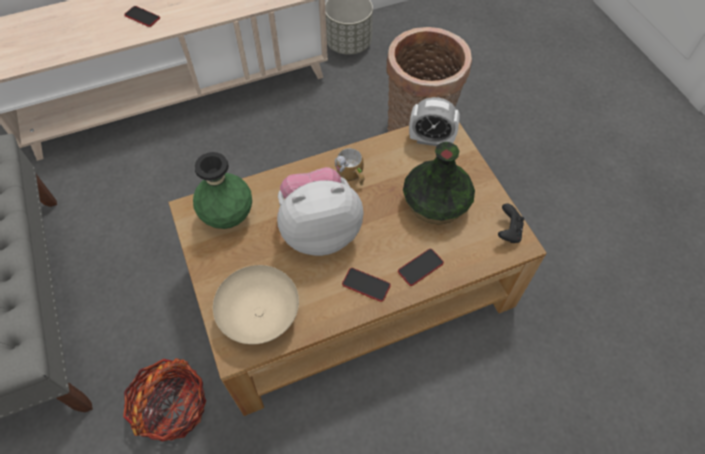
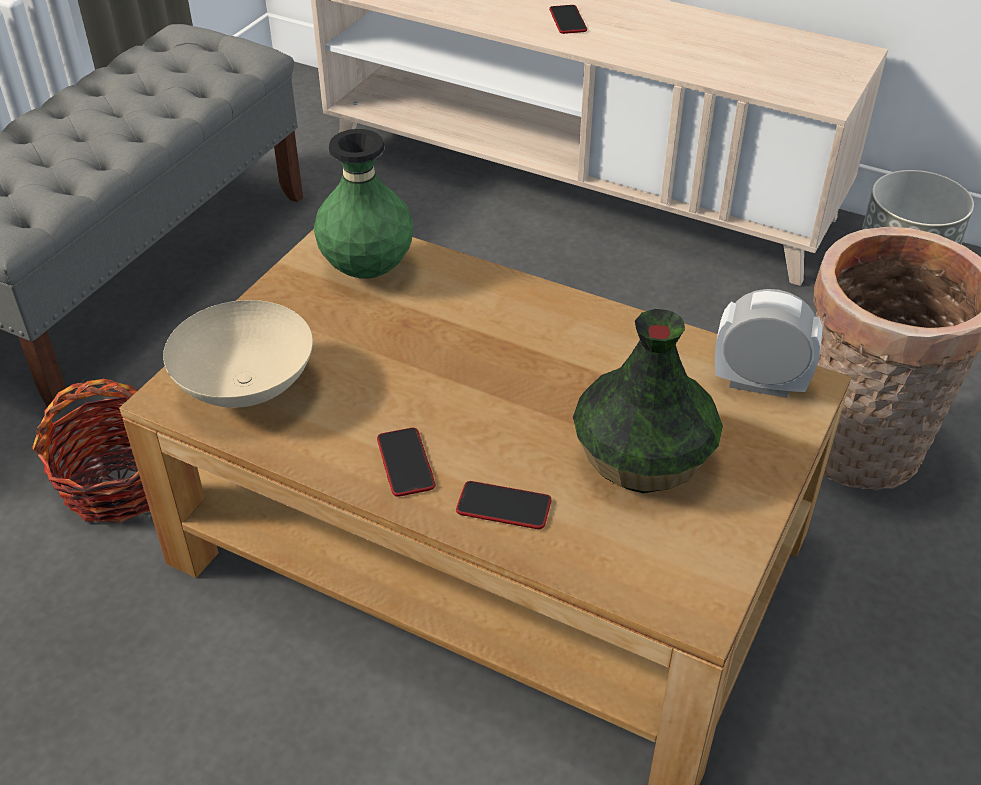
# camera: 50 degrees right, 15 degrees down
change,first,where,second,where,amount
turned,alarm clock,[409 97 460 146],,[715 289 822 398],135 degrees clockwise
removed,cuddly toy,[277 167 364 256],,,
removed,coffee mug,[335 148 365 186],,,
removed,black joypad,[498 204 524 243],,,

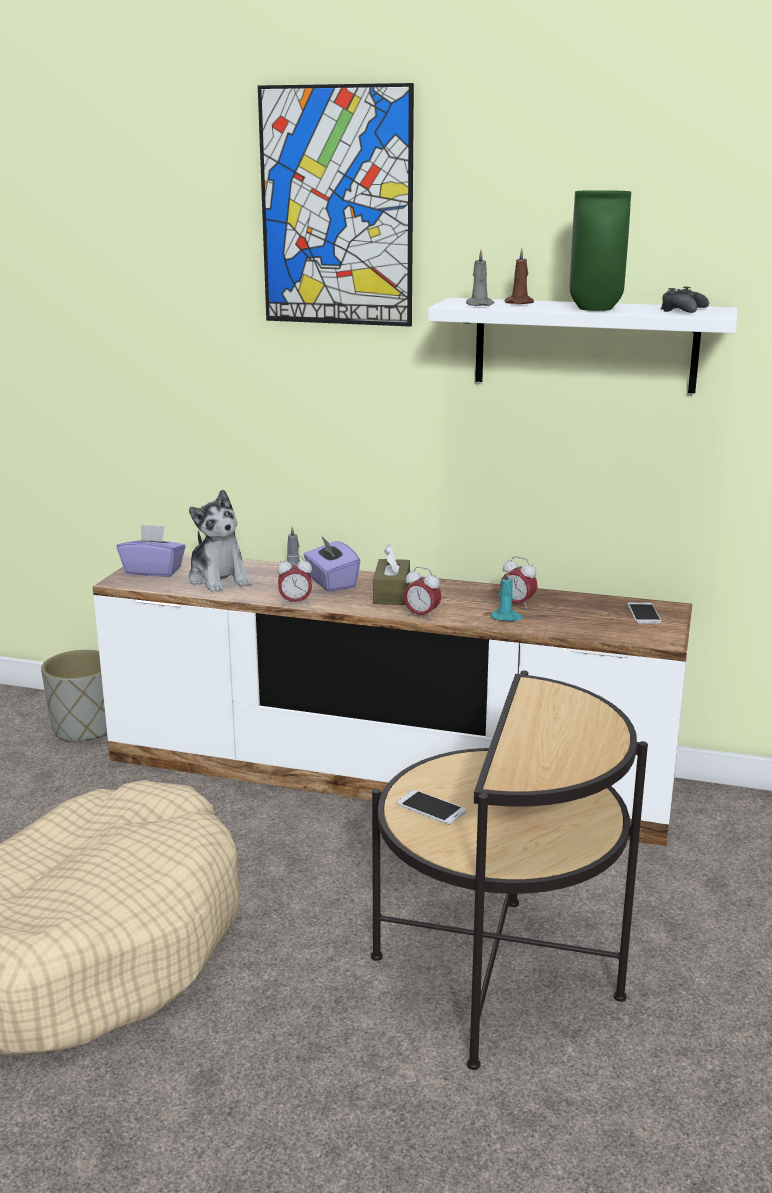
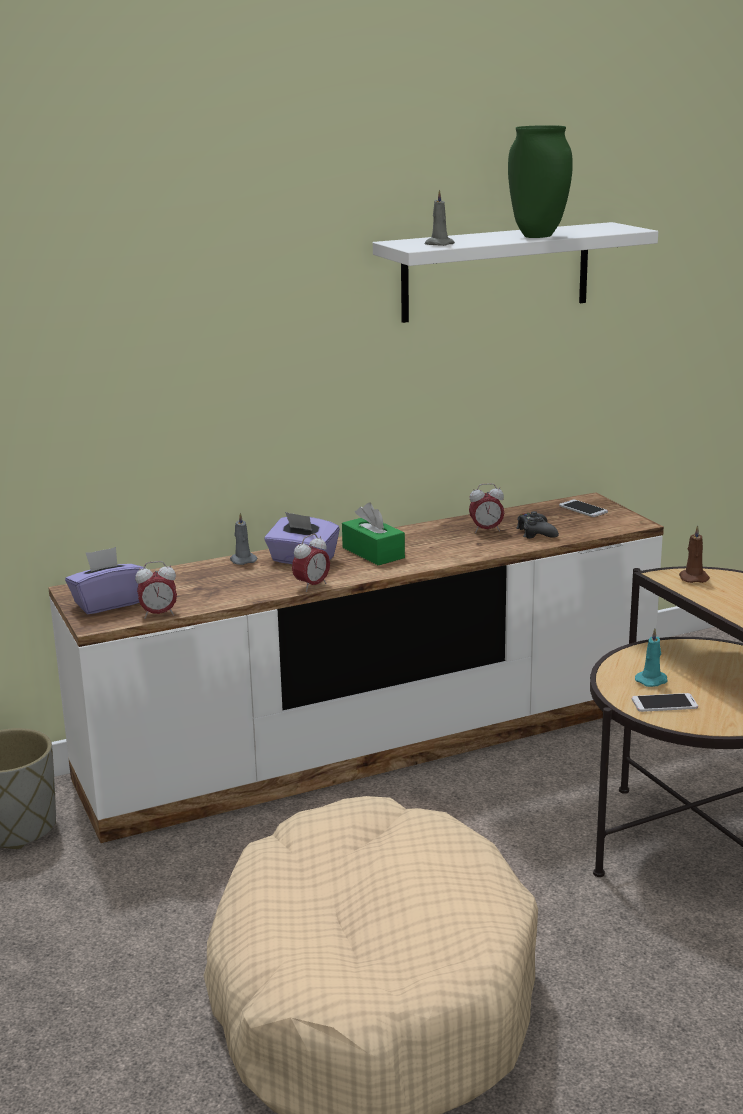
# camera: 40 degrees left, 0 degrees up
change,first,where,second,where,amount
moved,alarm clock,[403 567 441 620],,[135 561 177 619],
recoloured,brown-coloured box of tissues,[373 545 410 605],green box of tissues,[342 503 405 565],
moved,black joypad,[660 287 709 313],,[517 511 559 539],
moved,turquoise-coloured wax candle,[491 569 523 621],,[635 628 667 687],
moved,brown-coloured wax candle,[505 249 534 304],,[679 525 710 583],
removed,cuddly toy,[188 490 252 593],,,
removed,wall art,[258 83 414 327],,,

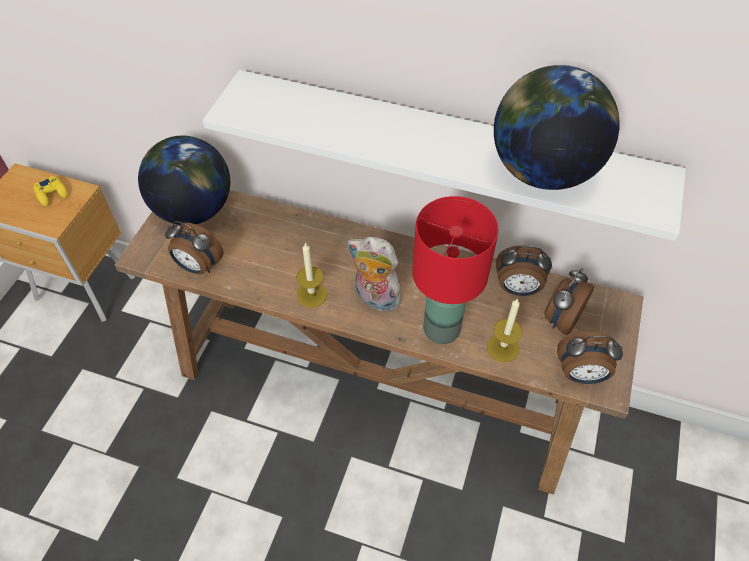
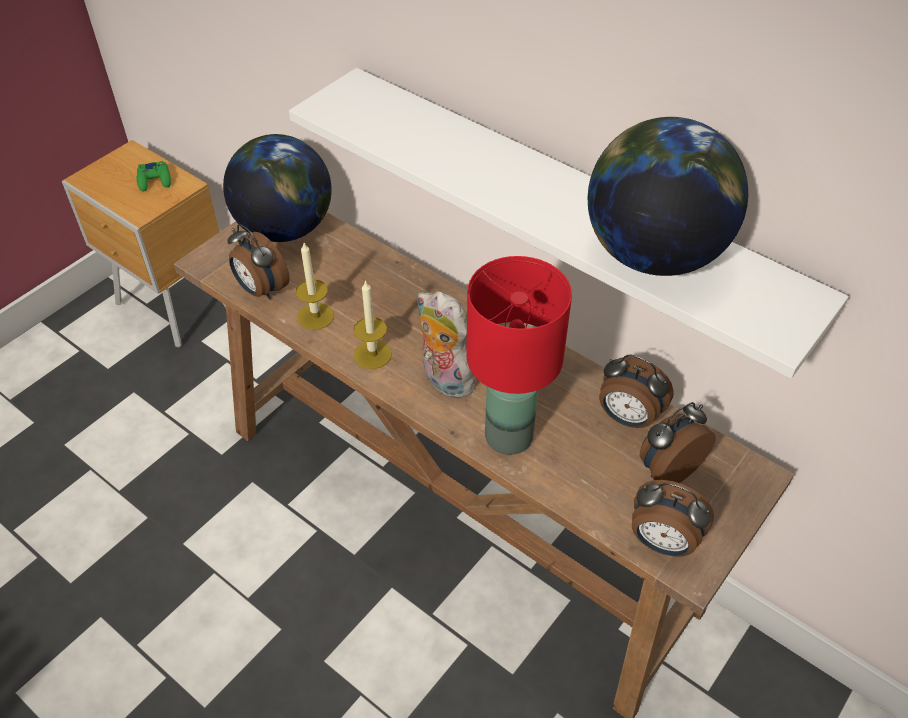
# camera: 20 degrees right, 5 degrees down
change,first,where,second,where,amount
recoloured,yellowish joypad,[33 176 68 206],green joypad,[136 161 171 191],
moved,wax candle,[487 298 522 362],,[296 243 334 330],

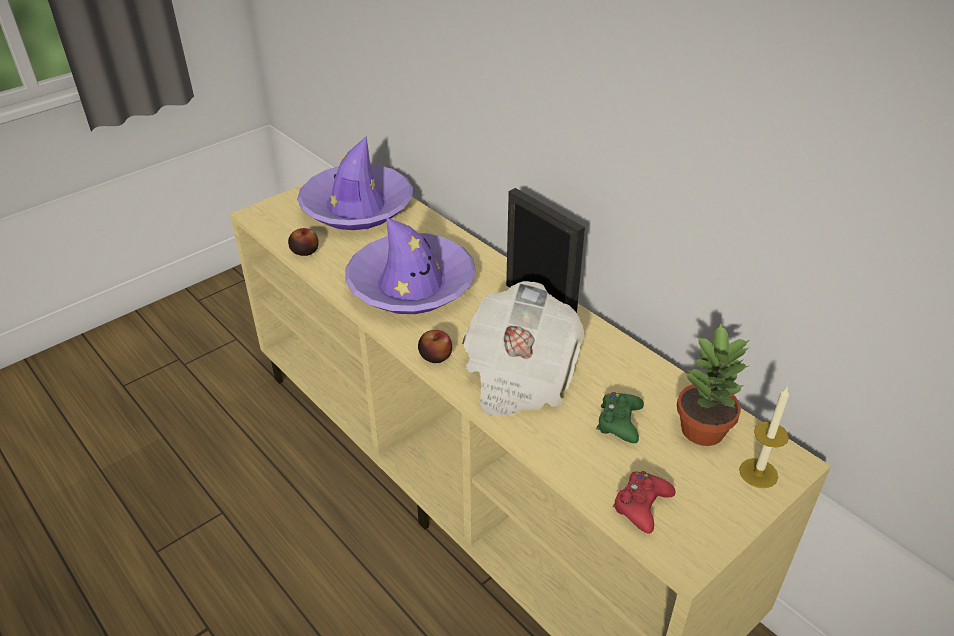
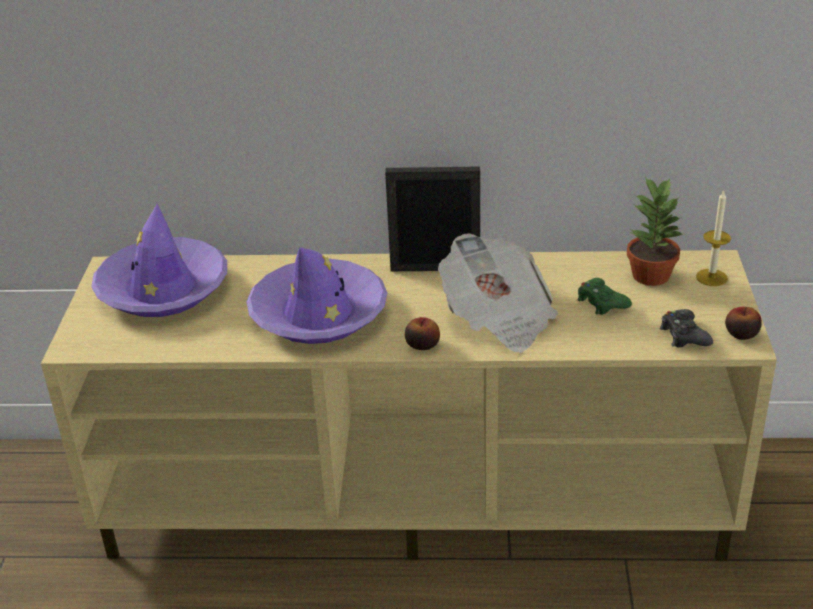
# camera: 45 degrees left, 5 degrees down
change,first,where,second,where,amount
recoloured,reddish joypad,[613 471 675 534],black joypad,[660 309 713 348],
moved,apple fruit,[288 228 319 256],,[725 306 762 340],

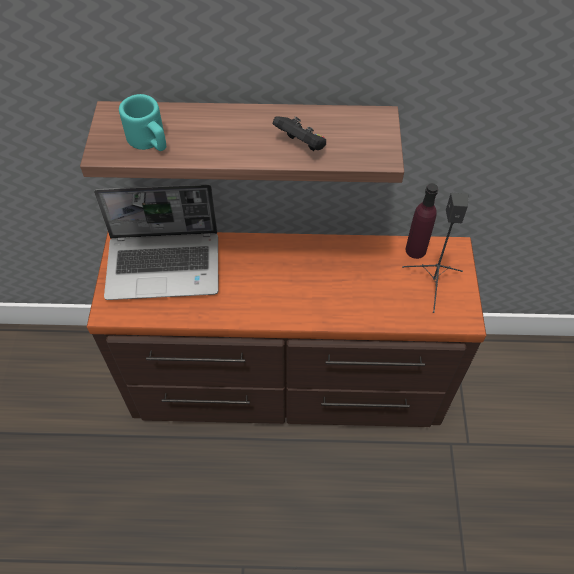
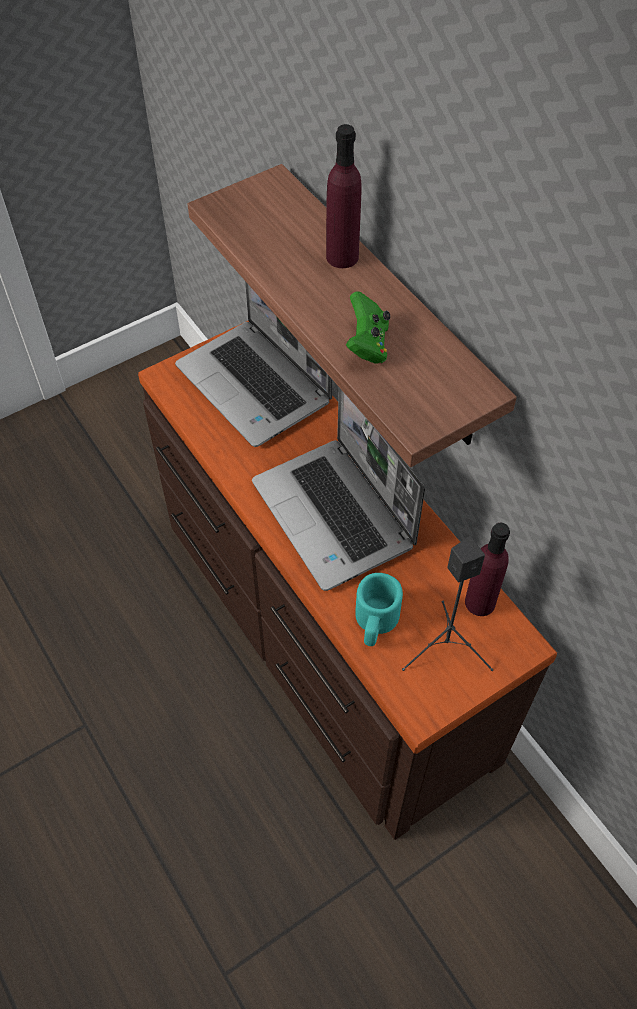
# camera: 55 degrees right, 0 degrees up
change,first,where,second,where,amount
added,,,notebook computer,[252 388 425 591],
added,,,purple-coloured bottle,[326 124 362 268],
recoloured,black joypad,[273 116 326 151],green joypad,[346 292 390 364],
moved,turquoise-coloured coffee mug,[119 94 166 151],,[355 573 403 646],

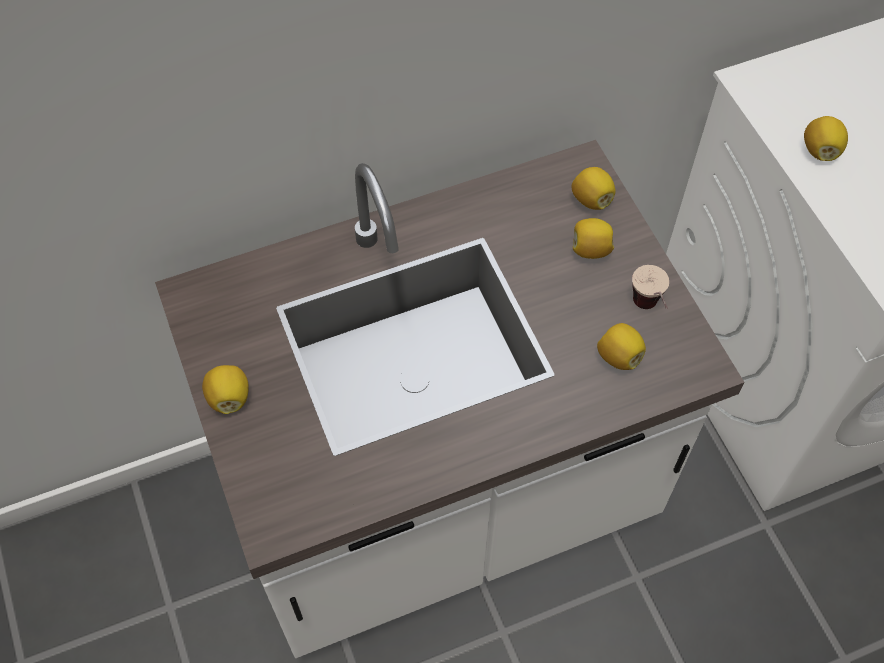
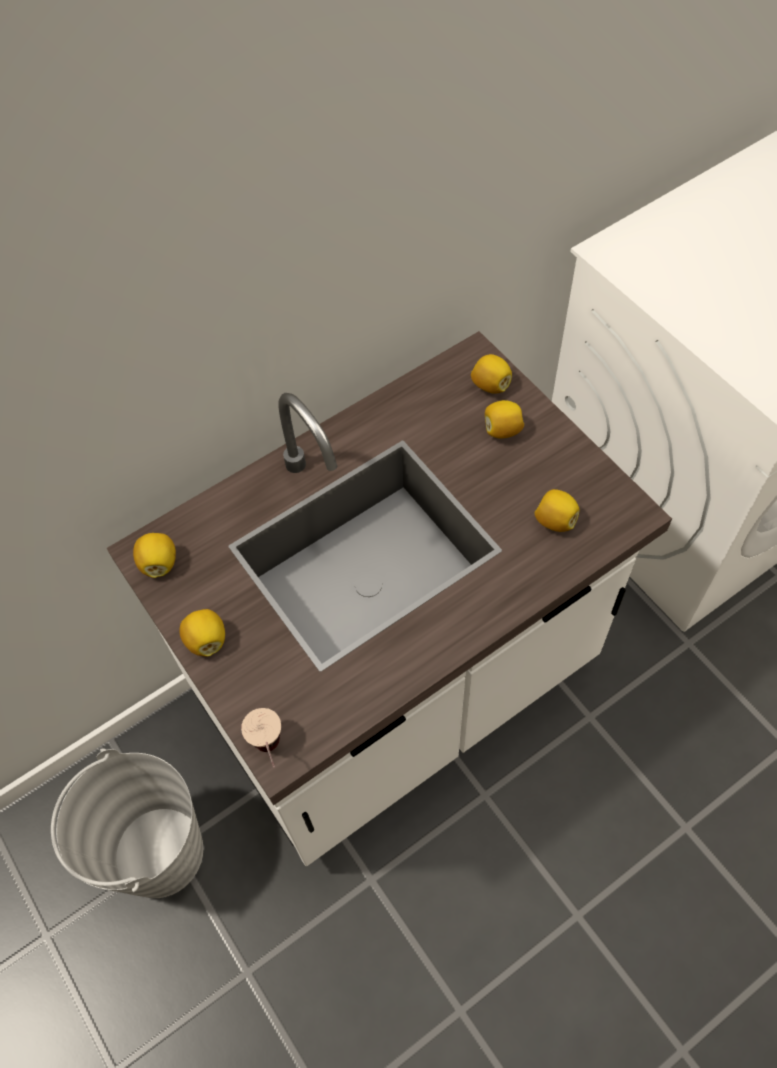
# camera: 10 degrees left, 0 degrees up
change,first,where,second,where,amount
added,,,gray bucket,[51 748 203 898],
moved,whole lemon,[804 116 848 161],,[133 533 176 578],
moved,cup,[632 265 669 309],,[241 708 281 768],

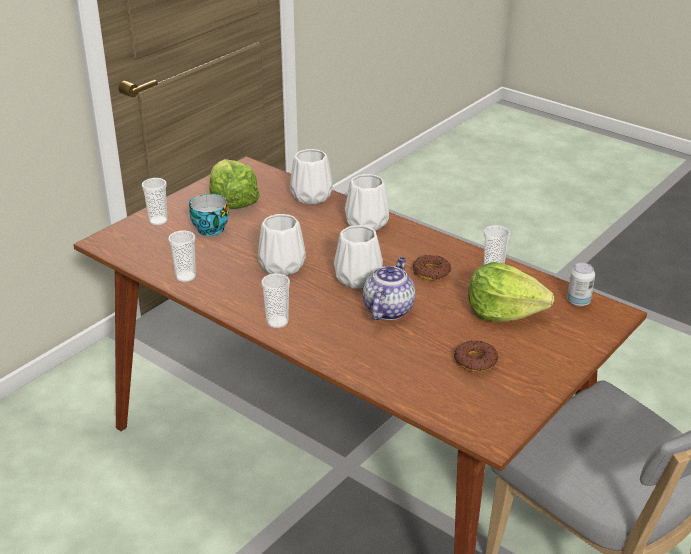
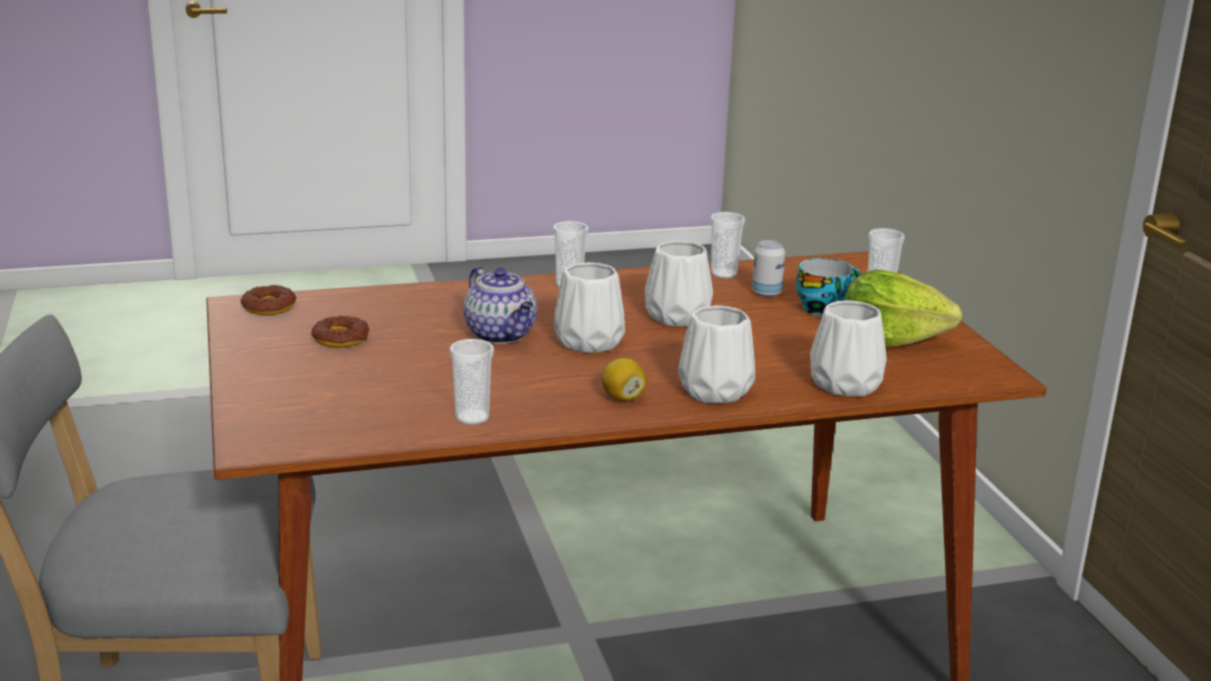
# camera: 125 degrees right, 10 degrees down
change,first,where,second,where,amount
moved,ring doughnut,[413 255 451 281],,[240 285 296 315],
added,,,whole lemon,[602 358 647 402],
moved,sealed can,[567 263 595 307],,[752 240 785 297],
removed,head of lettuce,[468 262 554 322],,,

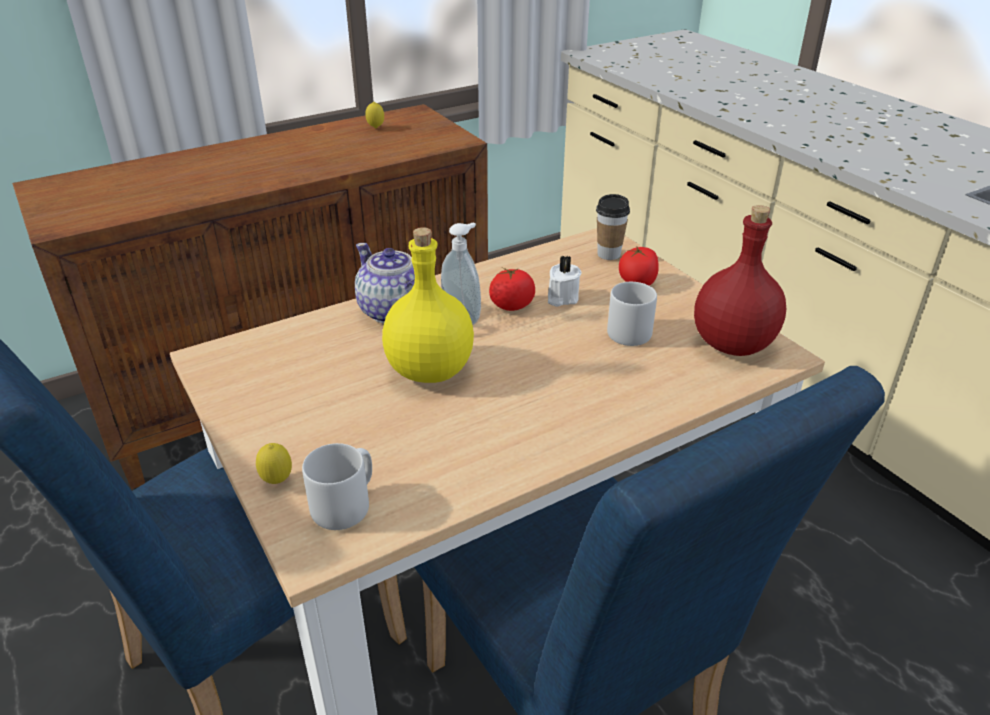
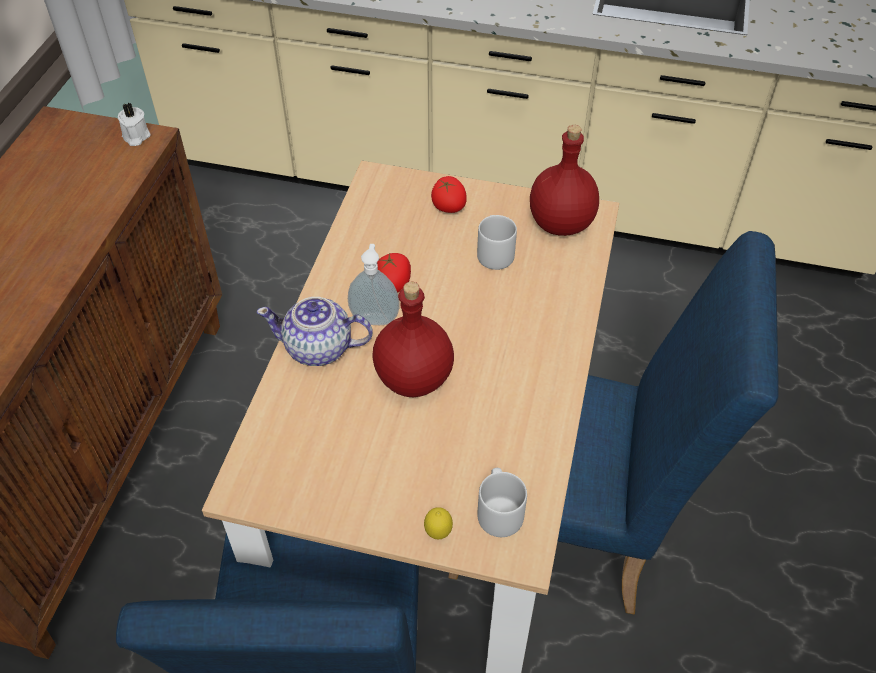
# camera: 45 degrees left, 15 degrees up
change,first,where,second,where,amount
moved,white wax candle,[548 255 582 307],,[118 103 150 146],
recoloured,yellowish bottle,[382 227 474 383],reddish bottle,[372 282 454 397],
removed,whole lemon,[365 102 384 128],,,
removed,cup,[596 194 630 260],,,

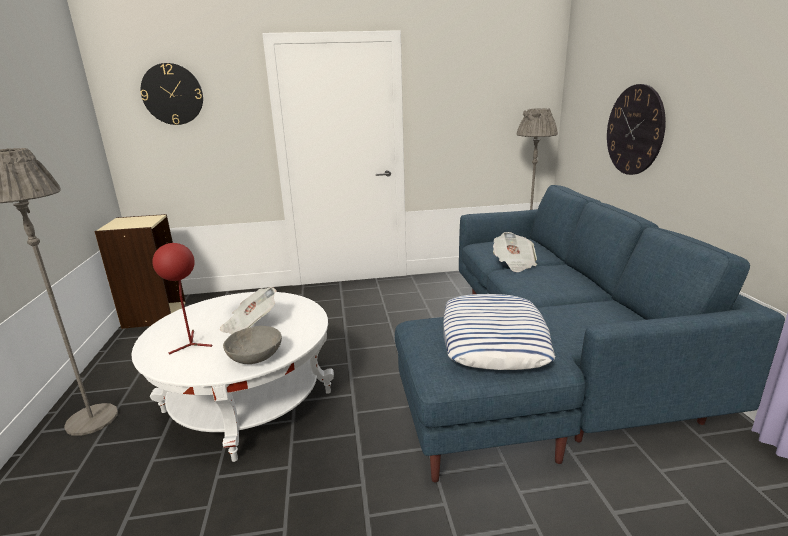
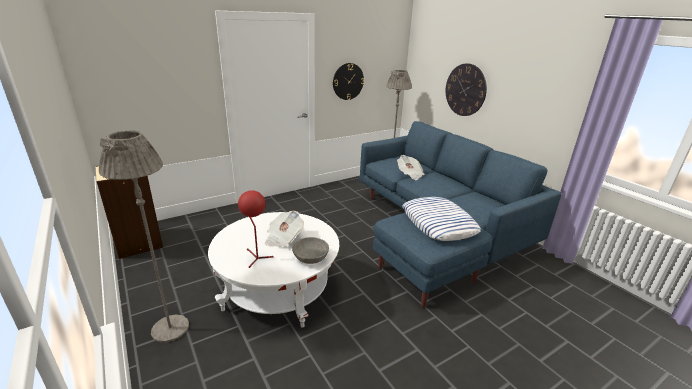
# camera: 25 degrees left, 5 degrees up
change,first,where,second,where,amount
moved,clock on the wall,[141 63 203 125],,[333 63 364 100],

